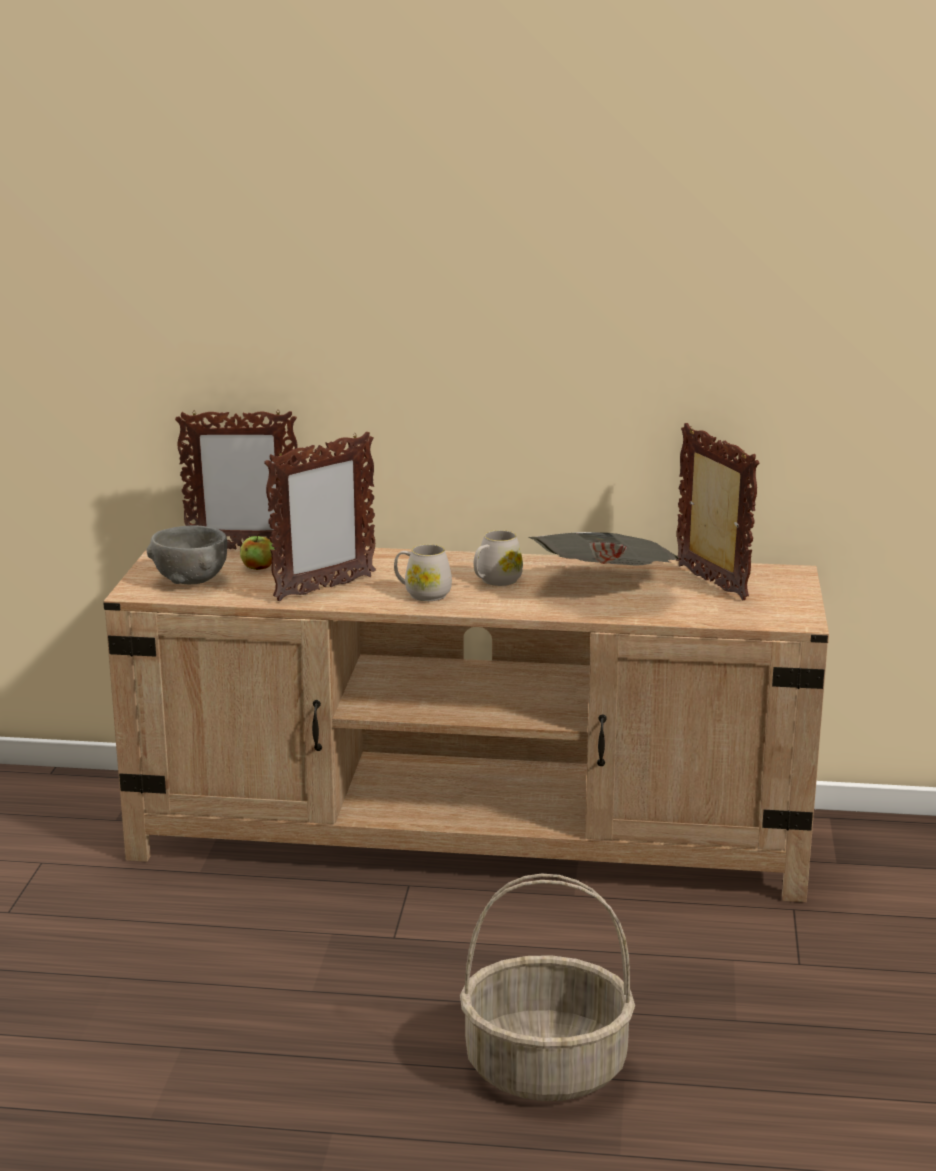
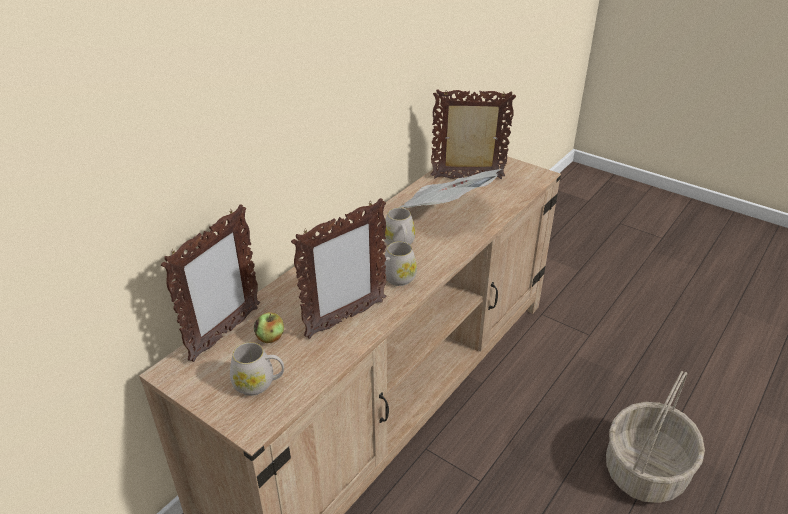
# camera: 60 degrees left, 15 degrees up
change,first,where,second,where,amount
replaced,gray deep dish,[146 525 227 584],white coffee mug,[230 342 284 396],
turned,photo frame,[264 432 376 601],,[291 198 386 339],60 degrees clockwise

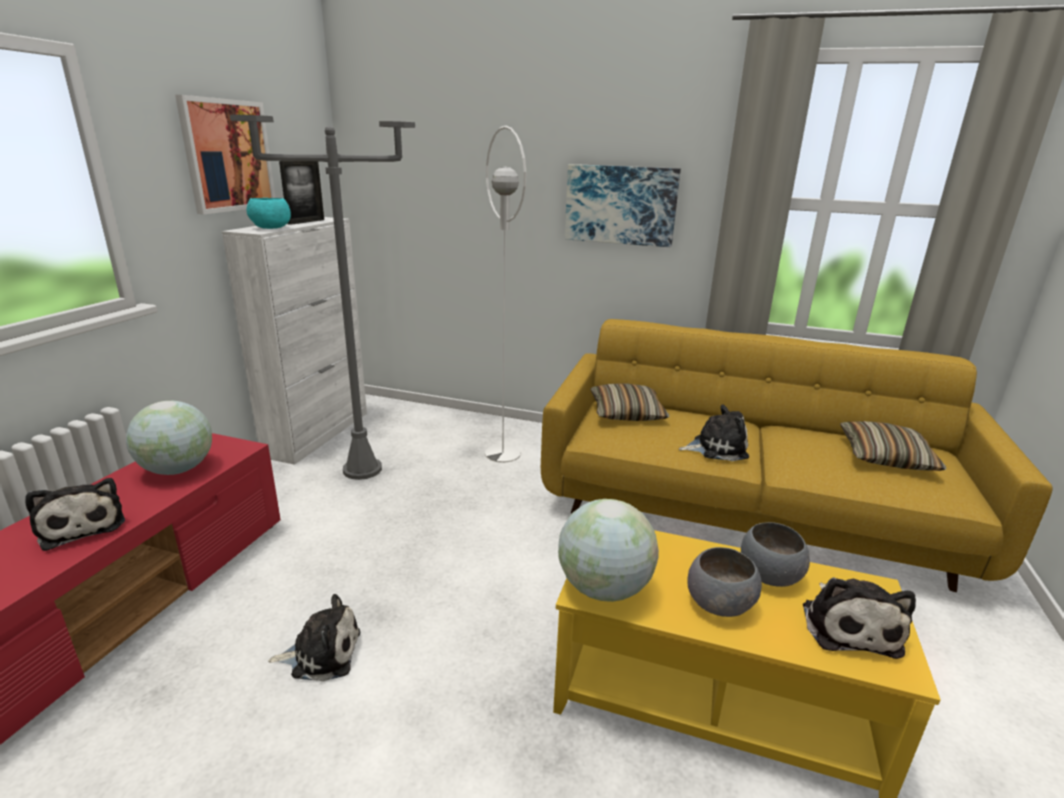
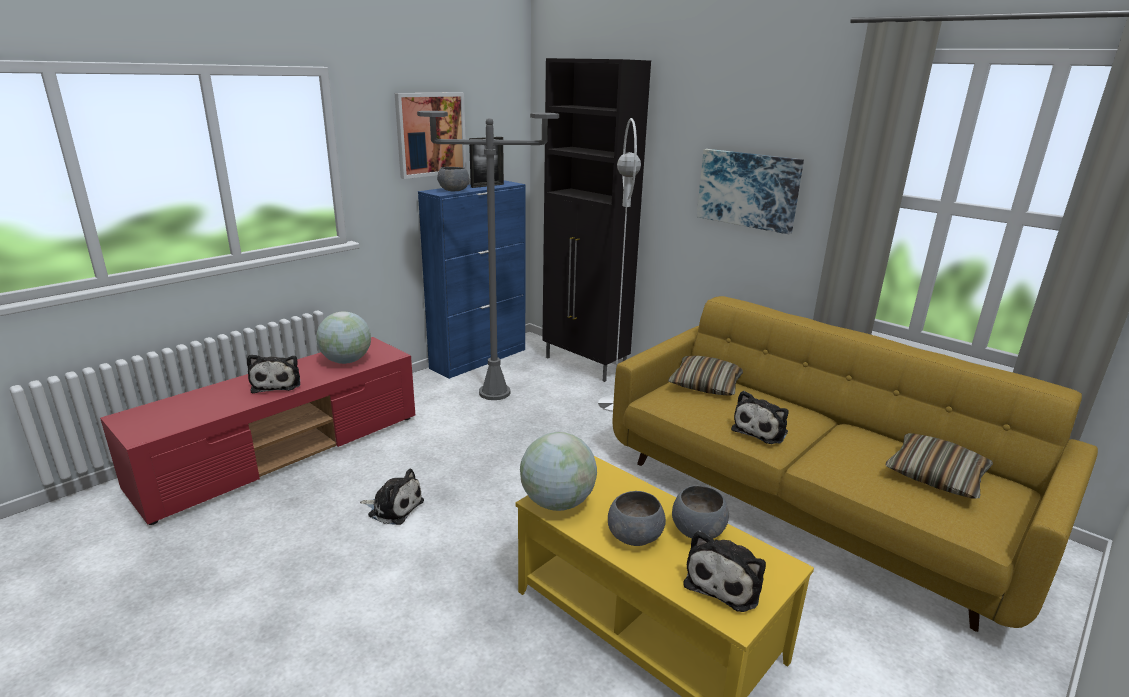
# camera: 25 degrees right, 0 degrees up
change,first,where,second,where,amount
recoloured,white storage cabinet,[222 217 367 465],bluish storage cabinet,[418 180 526 379],
recoloured,turquoise-coloured deep dish,[247 198 291 229],gray deep dish,[437 167 470 191],
added,,,black storage cabinet,[542 58 651 382],
turned,cuddly toy,[679 404 749 461],,[731 391 789 444],105 degrees clockwise

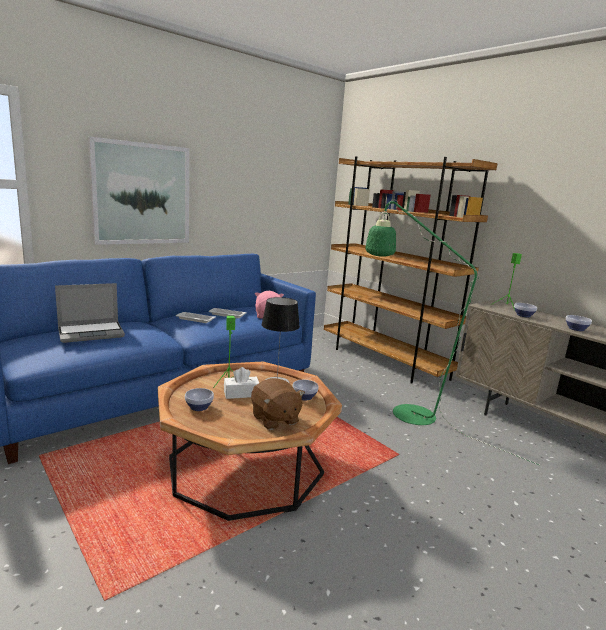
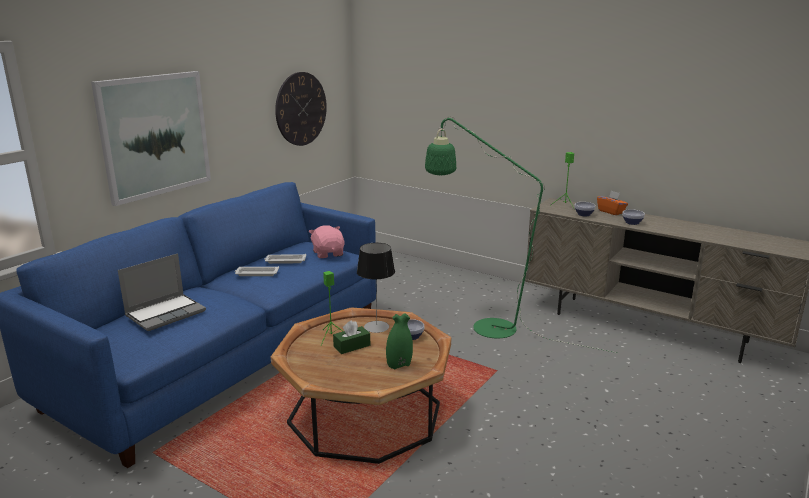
# camera: 15 degrees left, 5 degrees up
change,first,where,second,where,amount
added,,,clock on the wall,[275 72 327 146],
recoloured,white box of tissues,[224 367 259 399],green box of tissues,[333 320 370 354],
replaced,brown-coloured cuddly toy,[251 378 305 430],green vase,[386 314 413 369],
added,,,orange box of tissues,[597 191 628 215],
removed,deep dish,[185 388 214 411],,,
removed,brown-coloured shelving unit,[324 156 498 384],,,

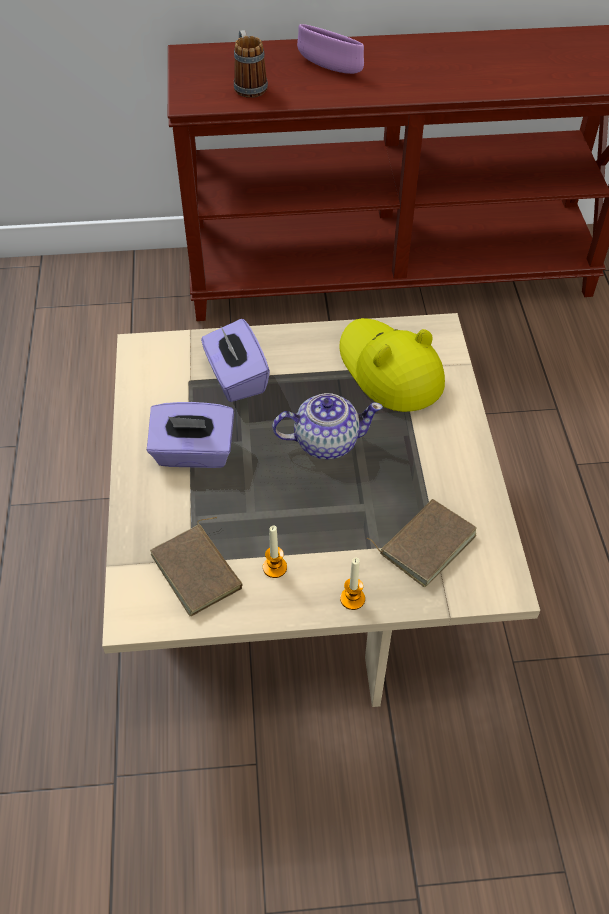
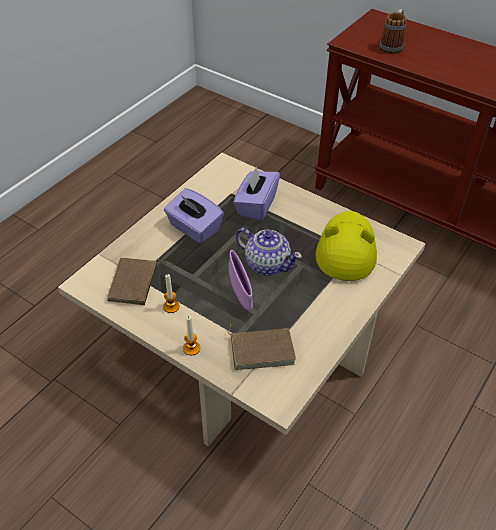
# camera: 40 degrees right, 5 degrees down
change,first,where,second,where,amount
moved,purple-coloured deep dish,[297 24 364 74],,[229 250 253 311],

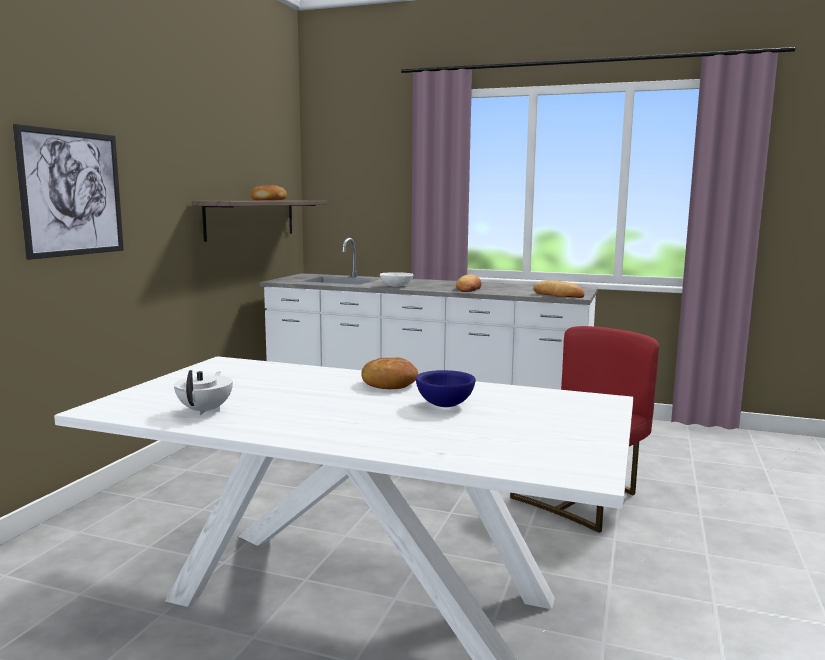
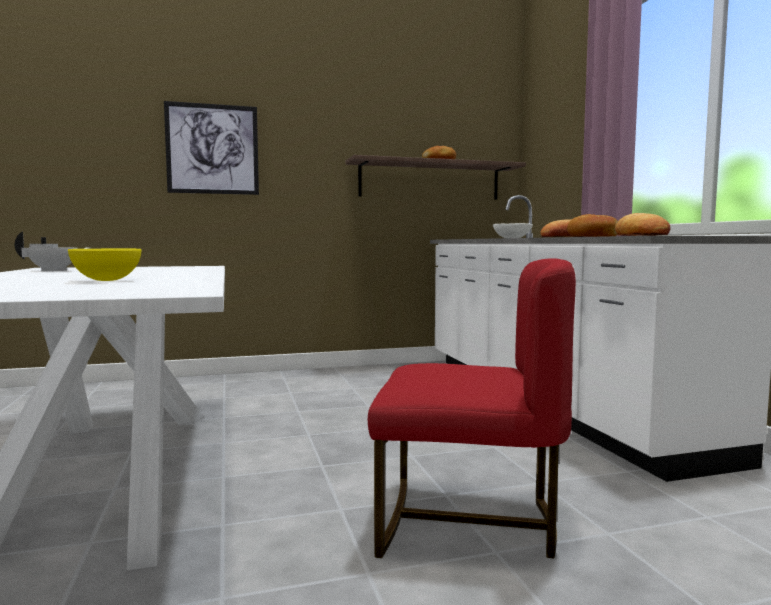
# camera: 55 degrees right, 5 degrees down
change,first,where,second,where,amount
recoloured,bluish deep dish,[416 370 476 407],yellowish deep dish,[68 249 141 281],
moved,baked bread,[361 357 418 389],,[567 214 618 237],

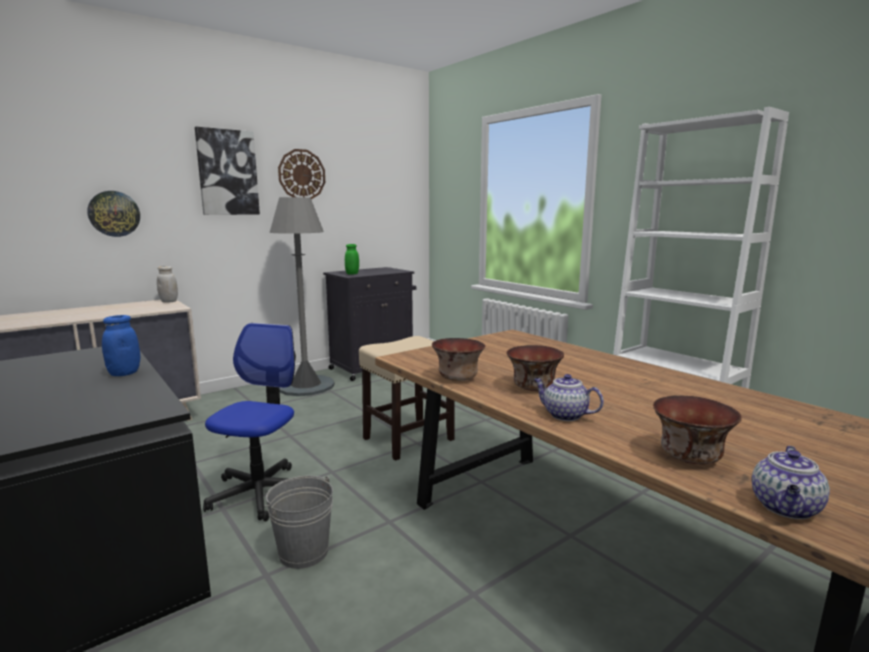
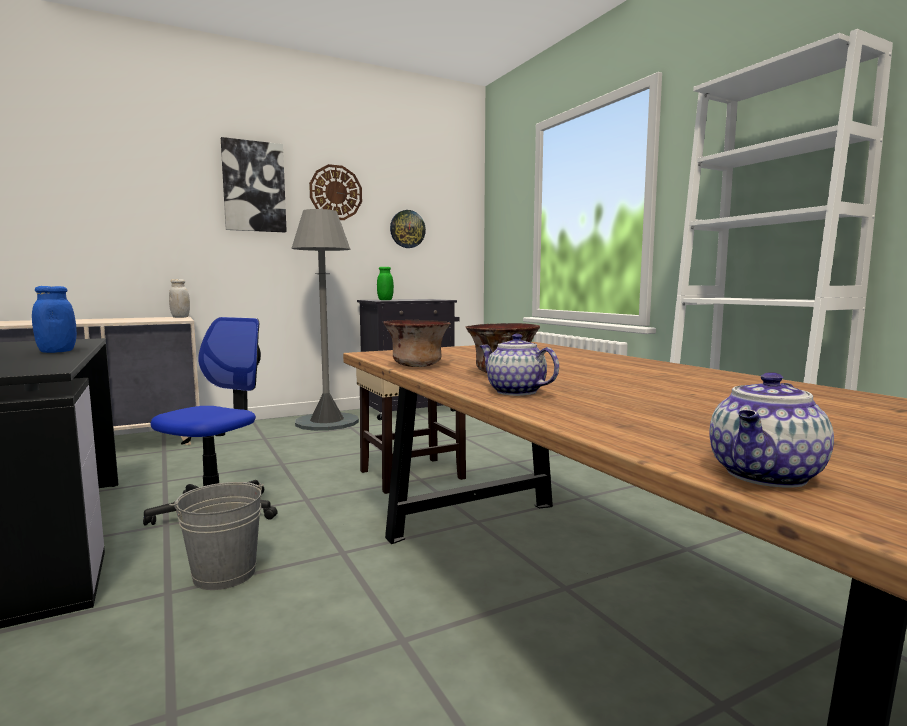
# camera: 10 degrees right, 5 degrees down
change,first,where,second,where,amount
moved,clock on the wall,[87 191 140 237],,[390 210 426 248],
removed,deep dish,[653 396 742 464],,,

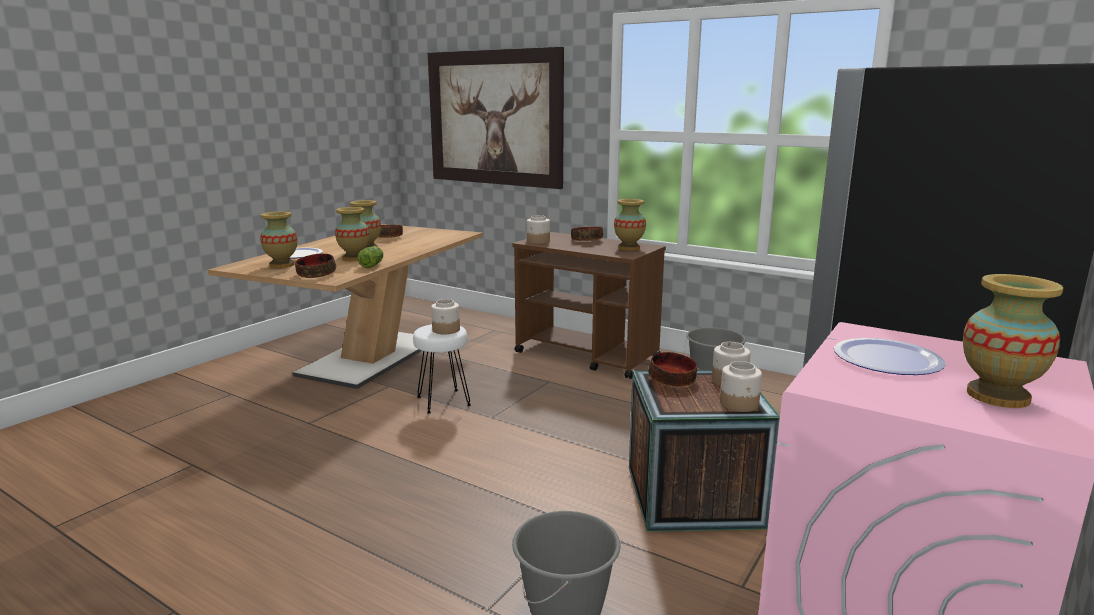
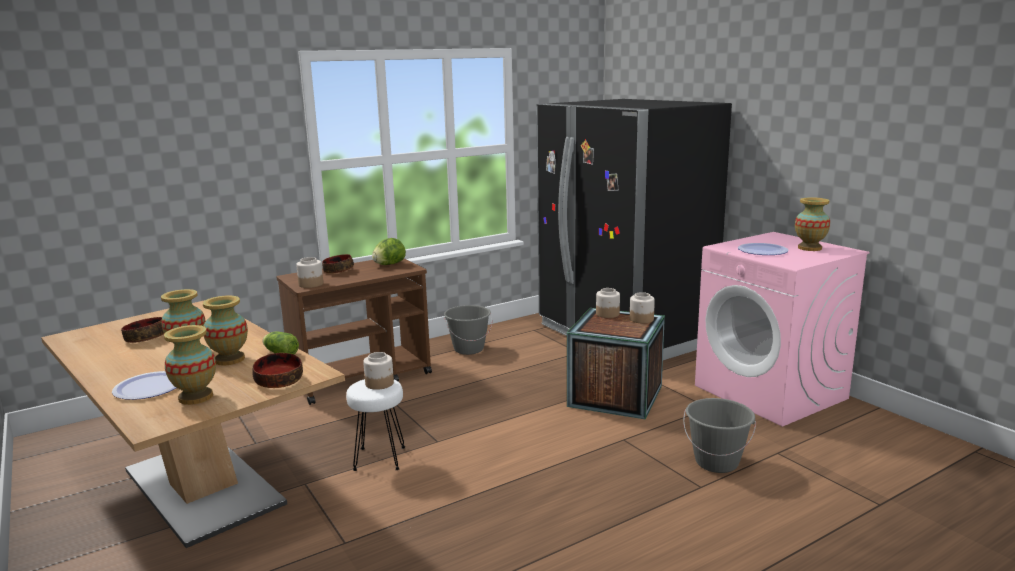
# camera: 65 degrees left, 0 degrees up
change,first,where,second,where,amount
replaced,vase,[614 199 646 251],head of lettuce,[372 238 406 265],
removed,wall art,[428 47 564 189],,,
removed,deep dish,[648 352 697 387],,,

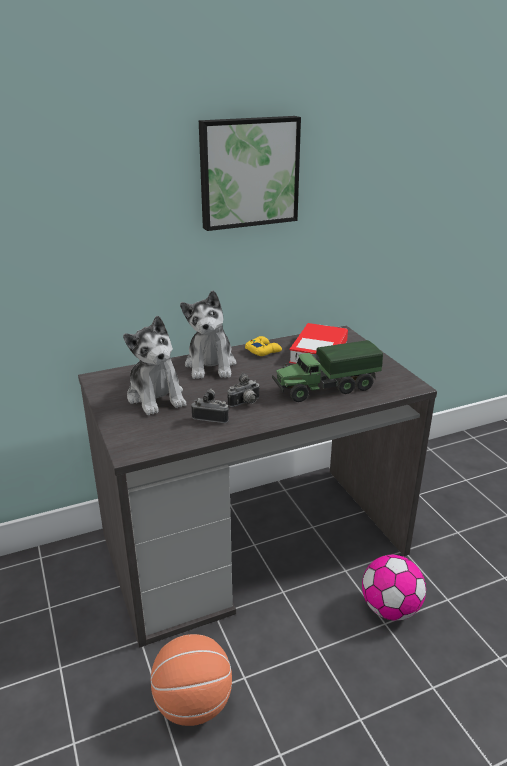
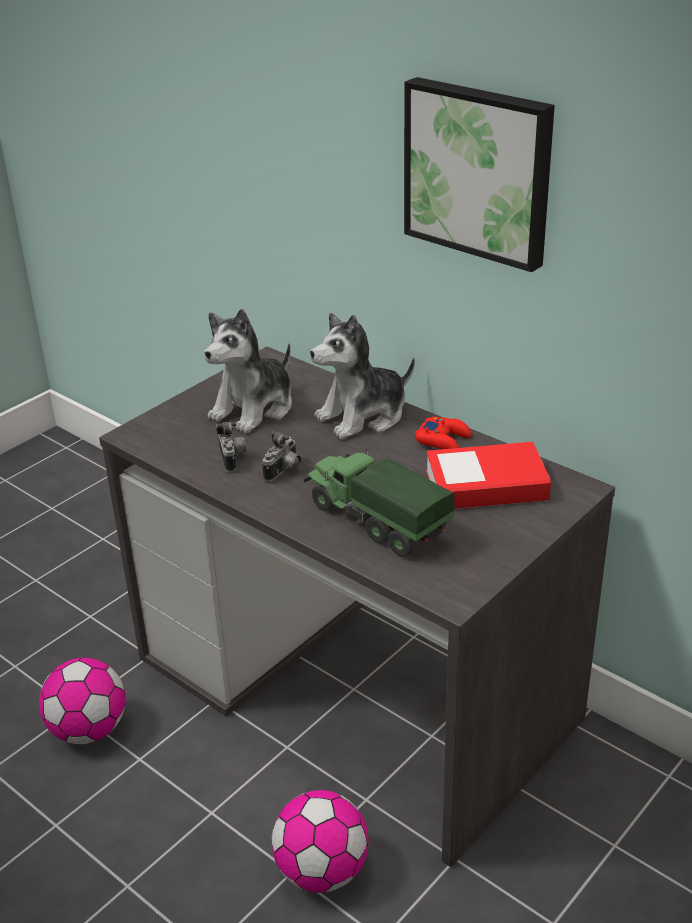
# camera: 65 degrees right, 5 degrees up
change,first,where,second,where,amount
replaced,ball for basketball,[151 634 232 726],football,[39 658 126 744],
turned,photo camera,[227 373 260 407],,[262 431 301 481],90 degrees counterclockwise
recoloured,yellowish joypad,[245 336 282 356],reddish joypad,[415 417 471 449],

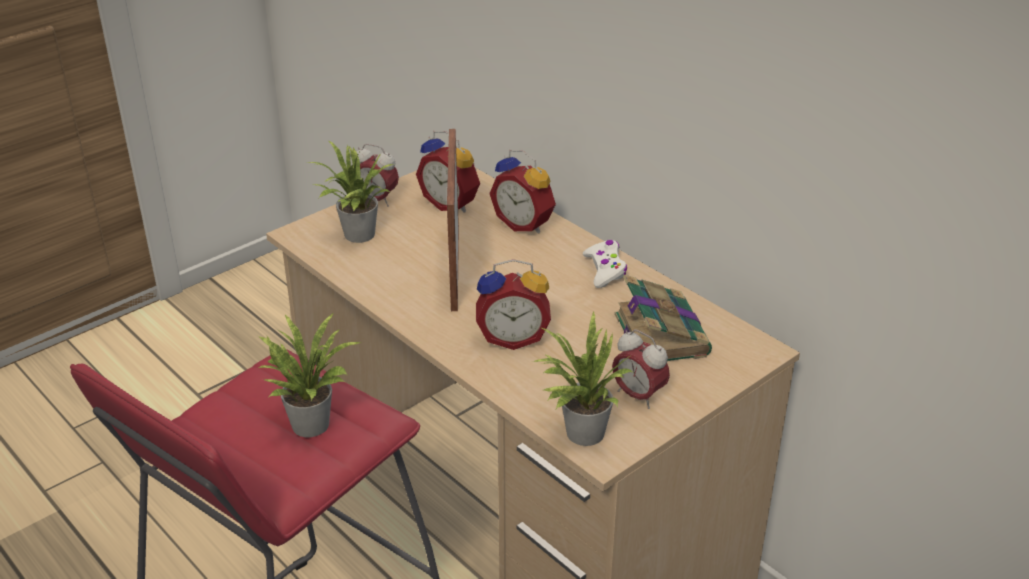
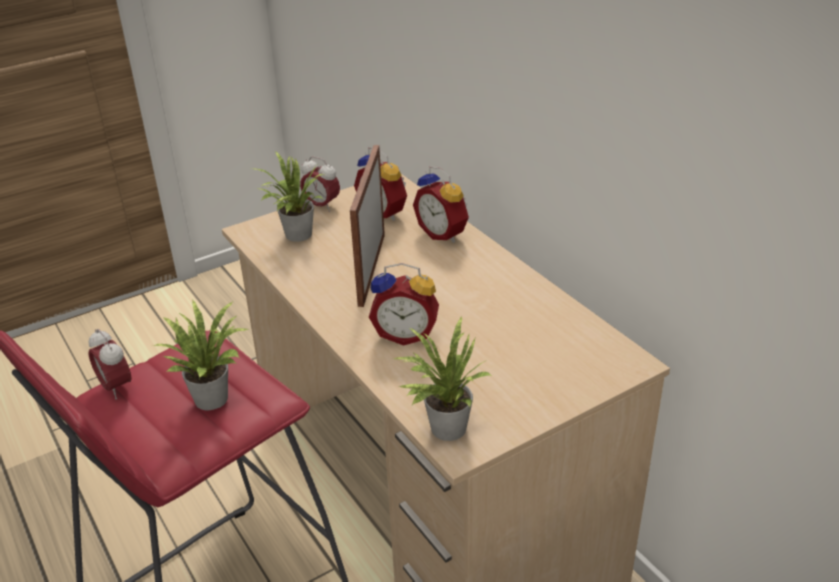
# camera: 10 degrees right, 0 degrees up
change,first,where,second,where,amount
moved,alarm clock,[612 329 670 409],,[88 329 131 399],
removed,white joypad,[583 240 627 288],,,
removed,bound book,[615 274 712 361],,,

